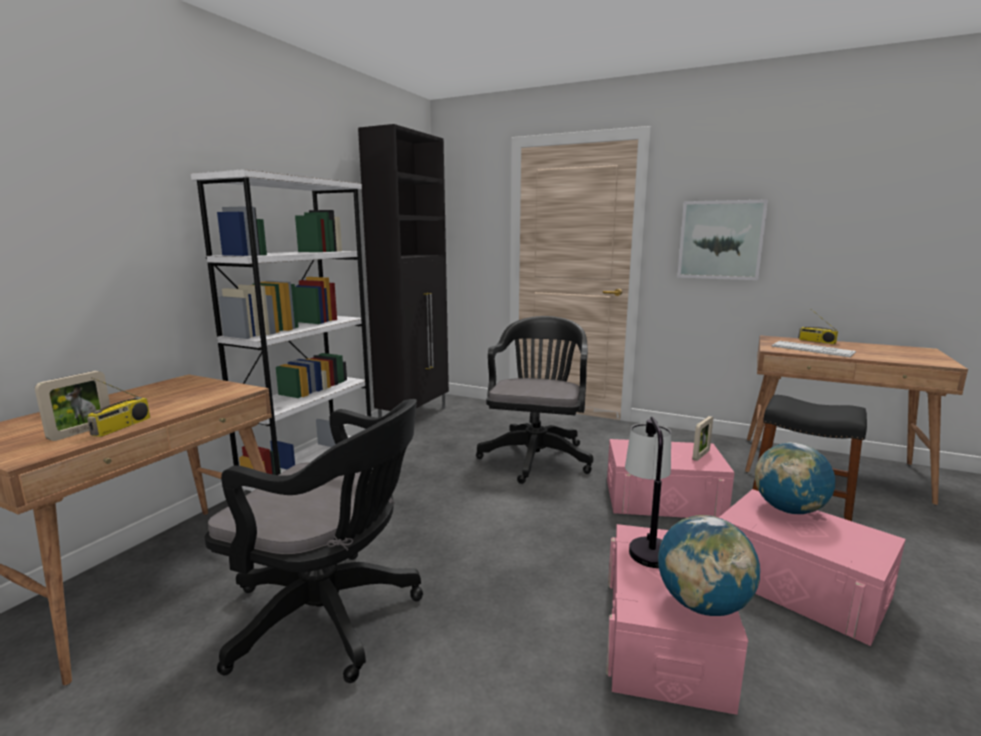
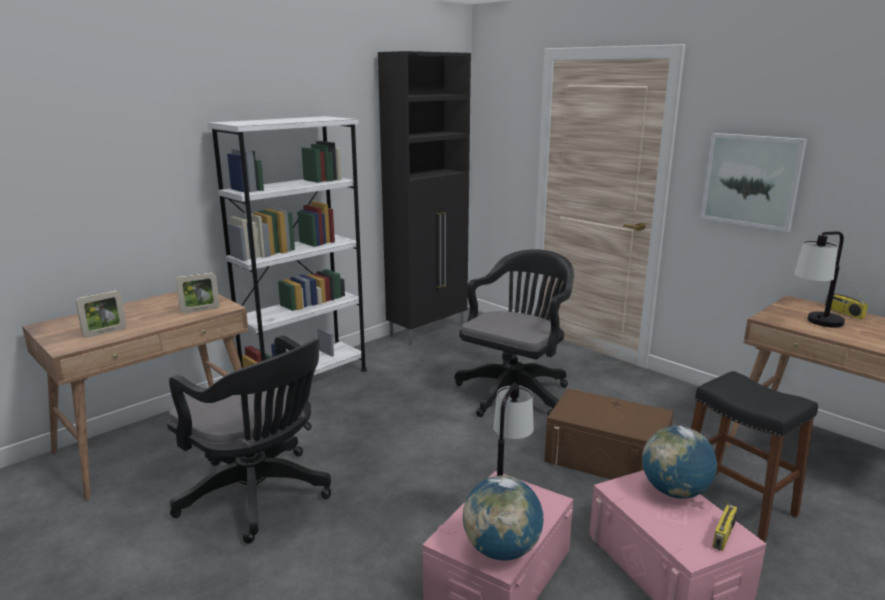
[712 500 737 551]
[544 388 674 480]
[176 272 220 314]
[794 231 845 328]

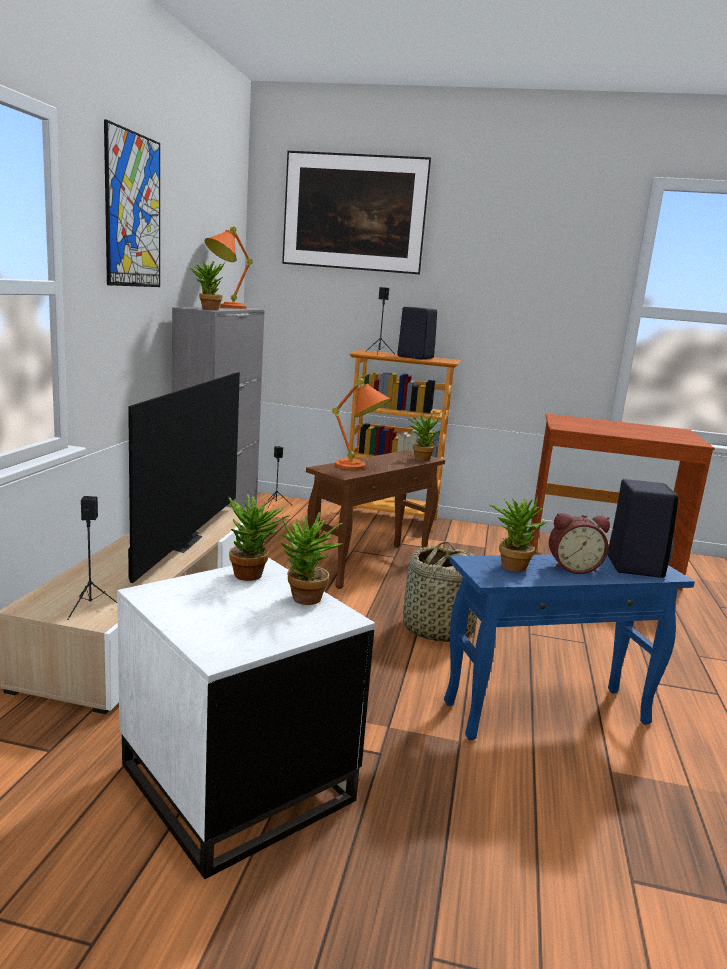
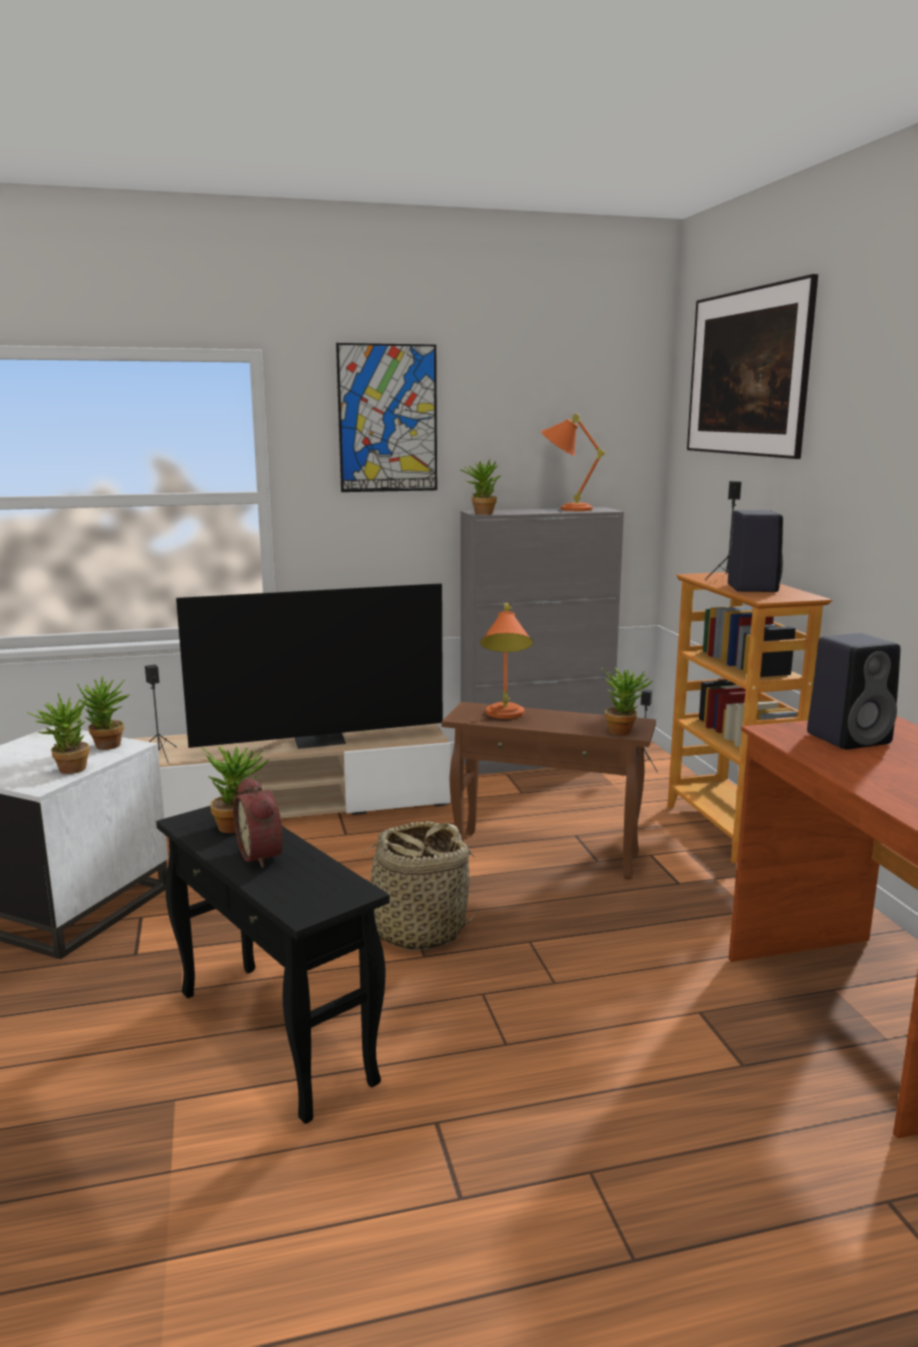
[156 806 390 1124]
[807 633 900 750]

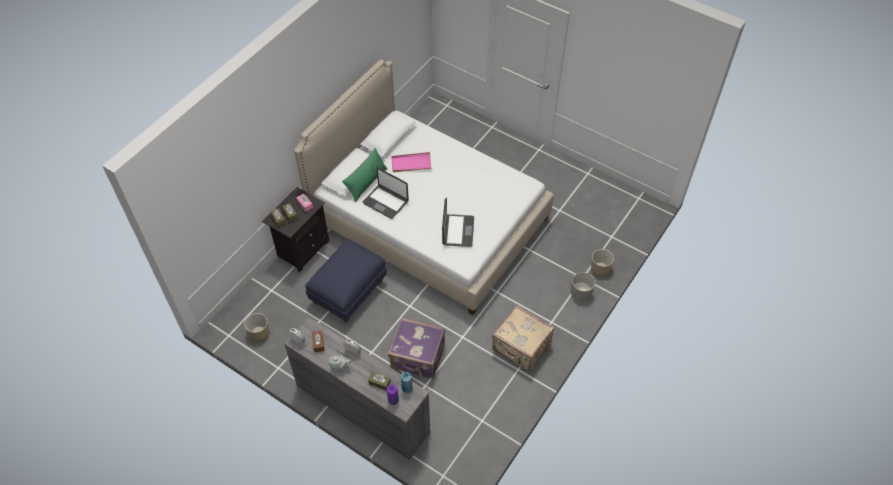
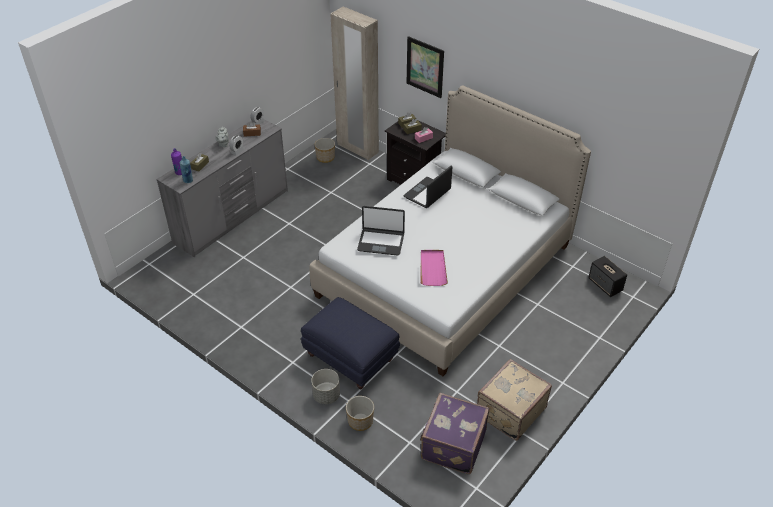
[301 297 400 389]
[342 148 388 203] (first image)
[420 393 490 474]
[420 250 448 286]
[477 359 552 441]
[330 6 379 160]
[407 36 444 98]
[588 256 627 297]

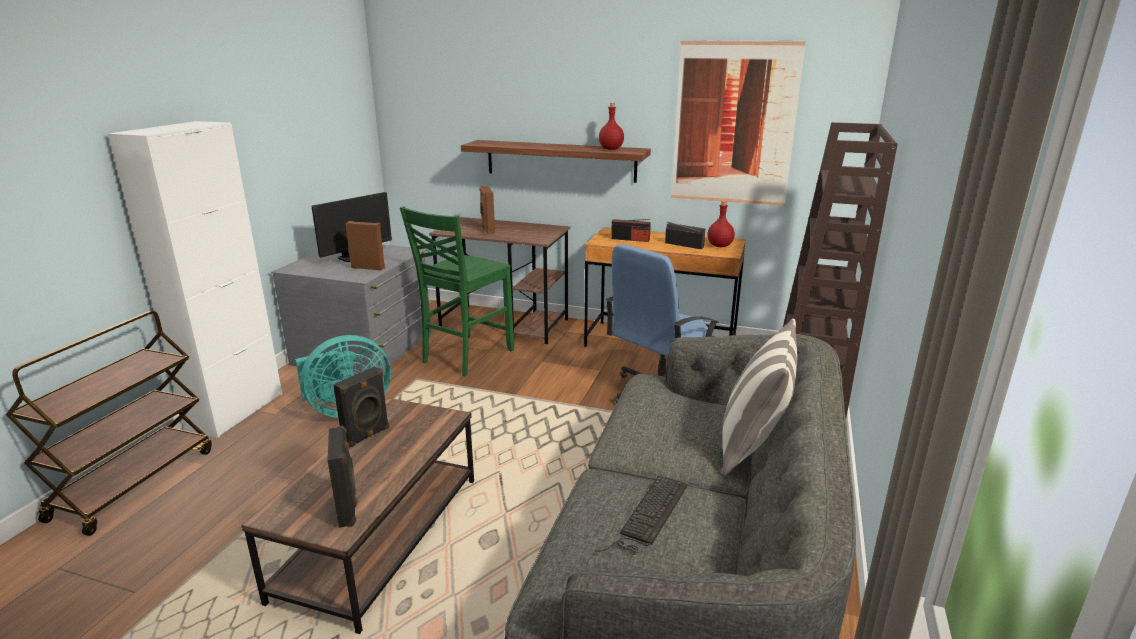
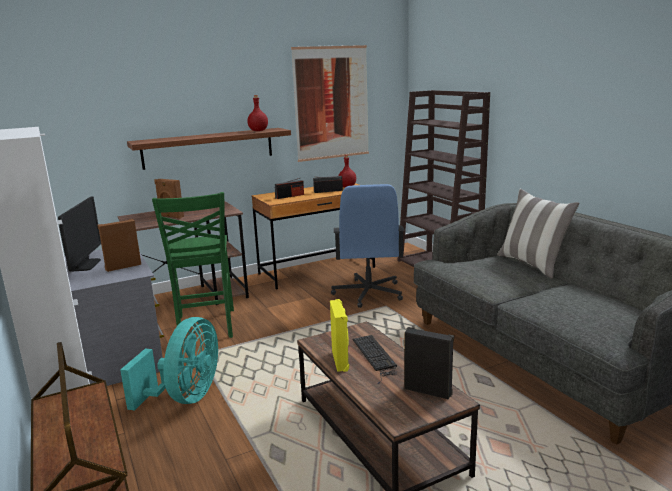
[330 299 349 372]
[353 335 397 384]

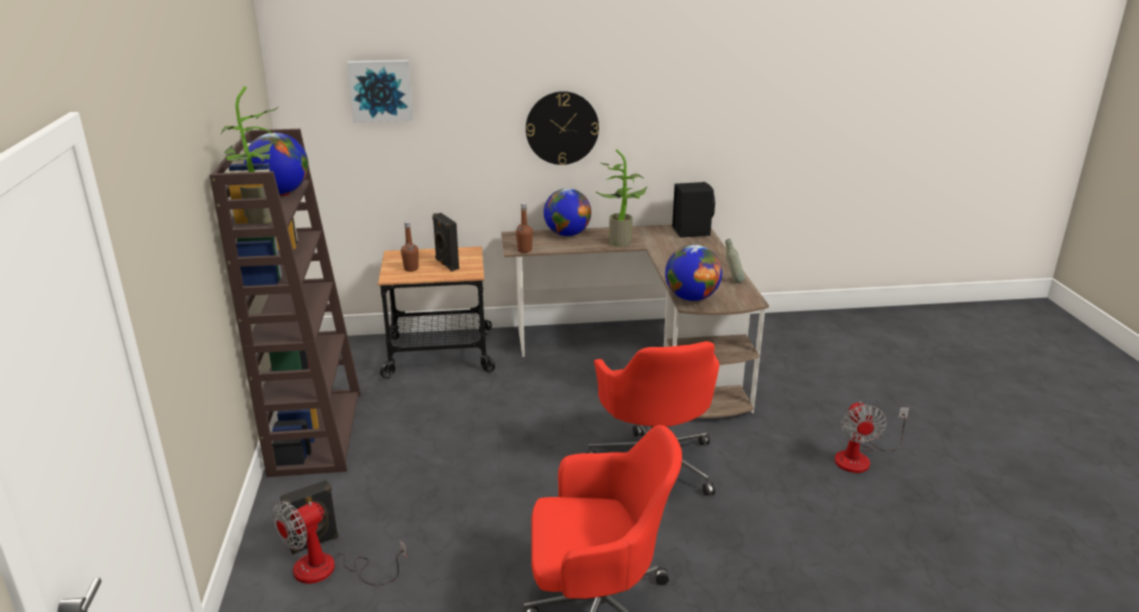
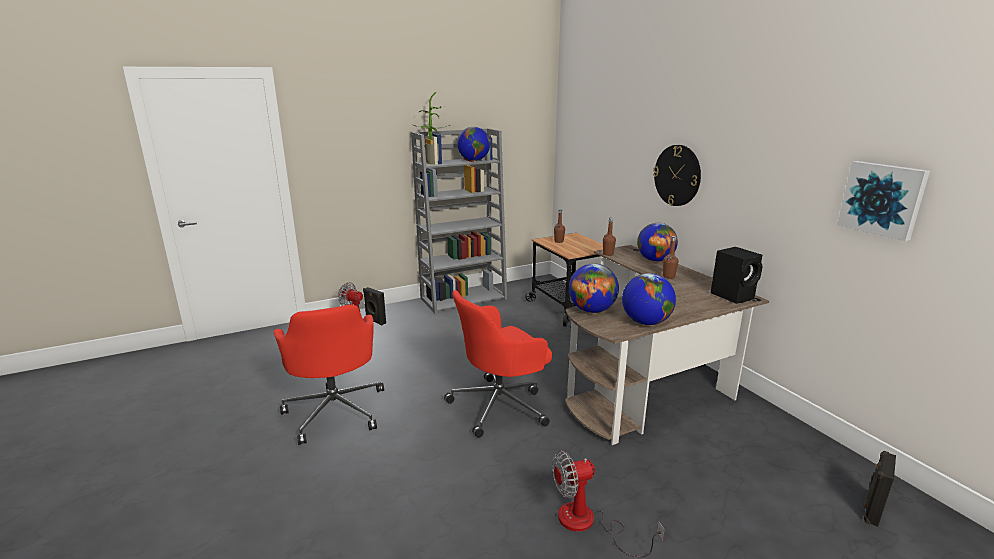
[411 128 507 314]
[837 161 930 241]
[864 451 896 527]
[663 236 678 279]
[622 273 676 325]

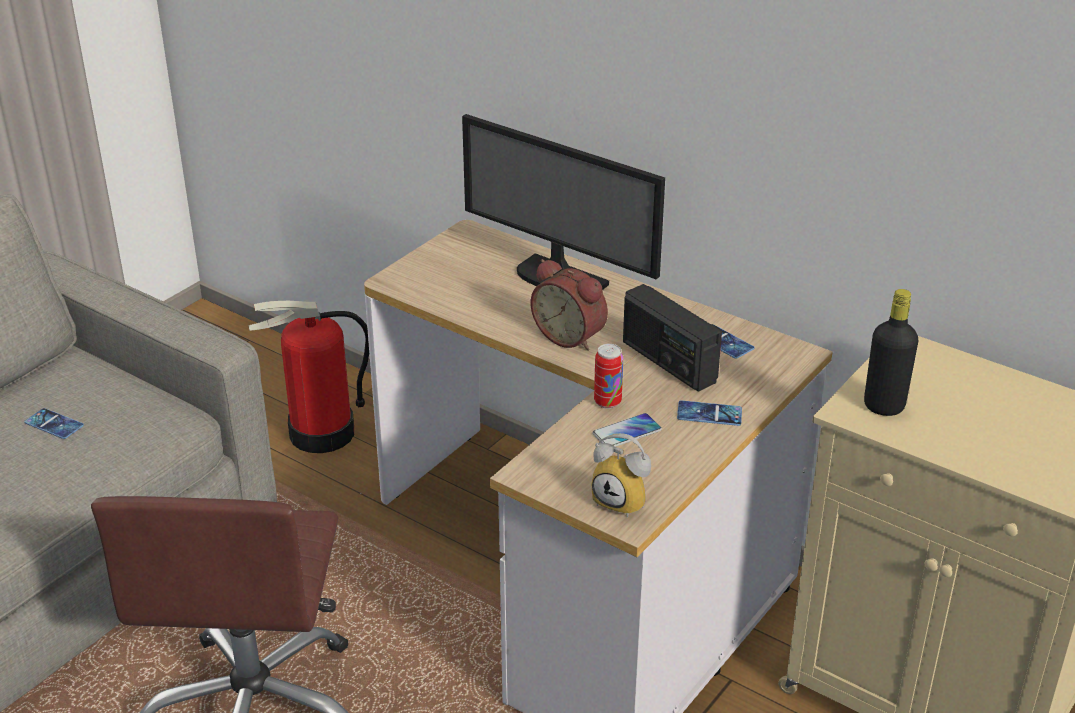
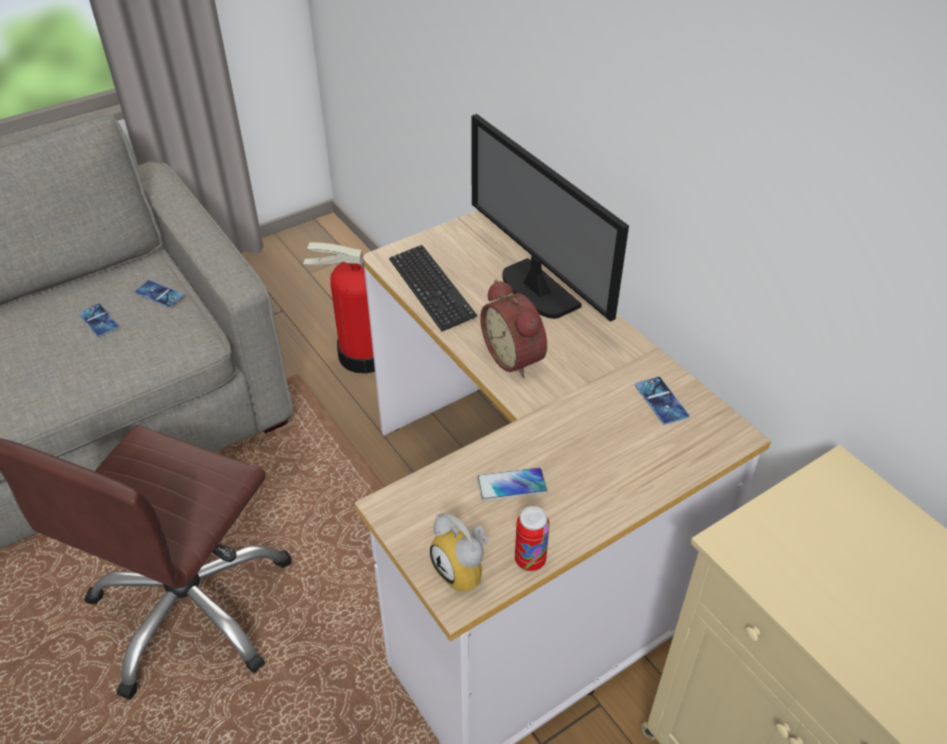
[515 506 550 571]
[623 284 722 392] (first image)
[134 280 183 307]
[864 289 918 416] (first image)
[389 245 477 331]

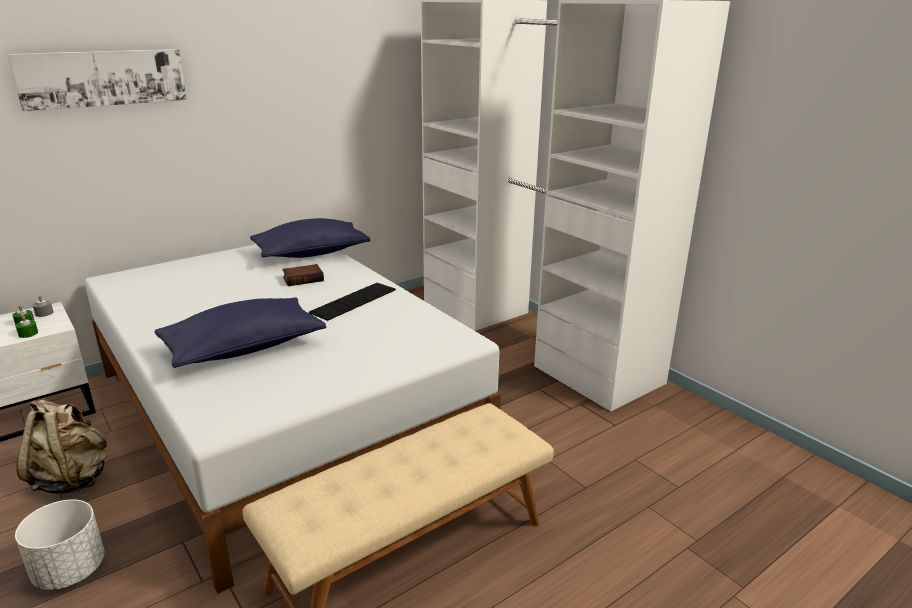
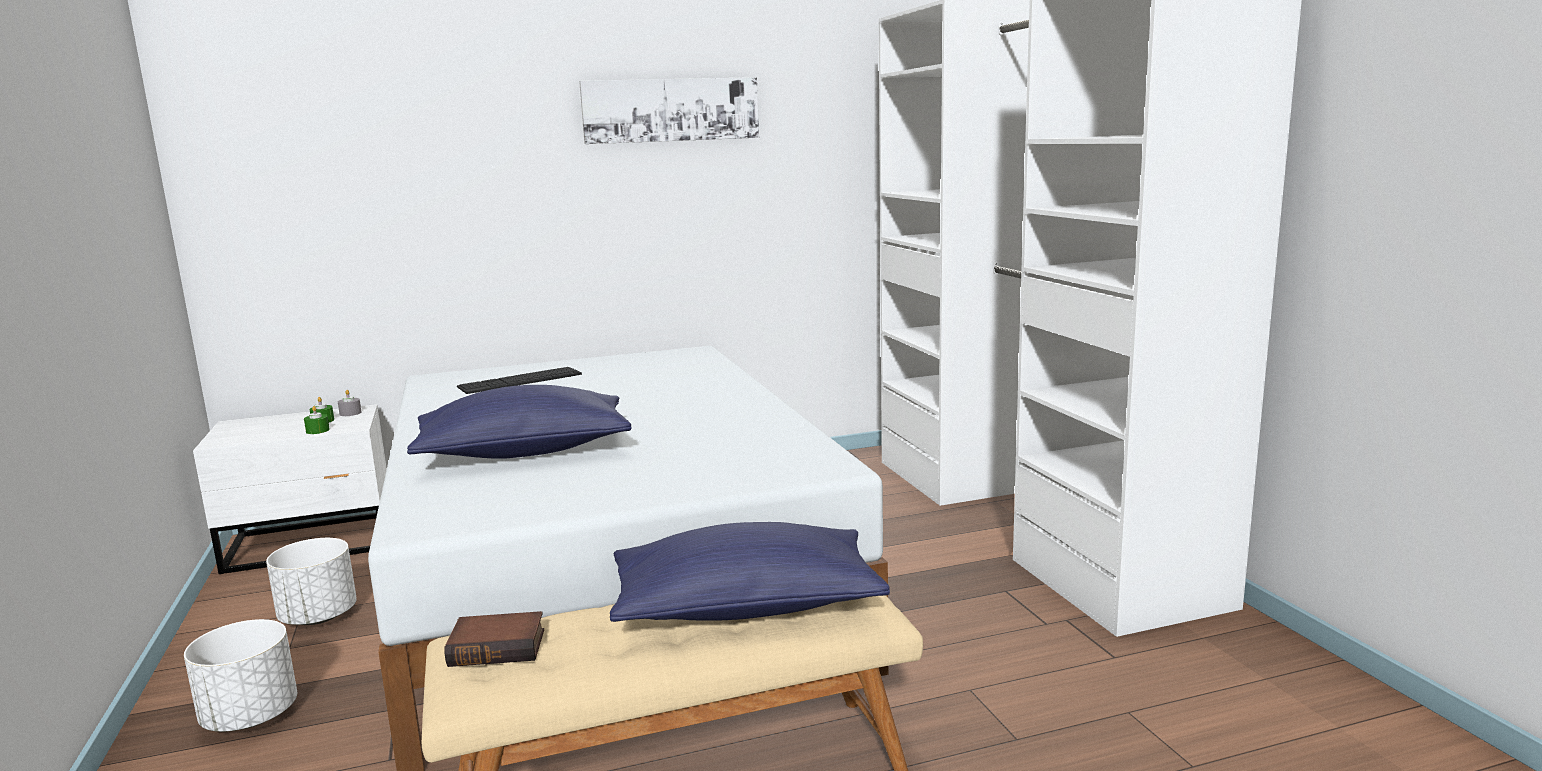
[579 77 759 144]
[266 538 357 625]
[610 522 890 622]
[445 611 544 667]
[457 367 582 394]

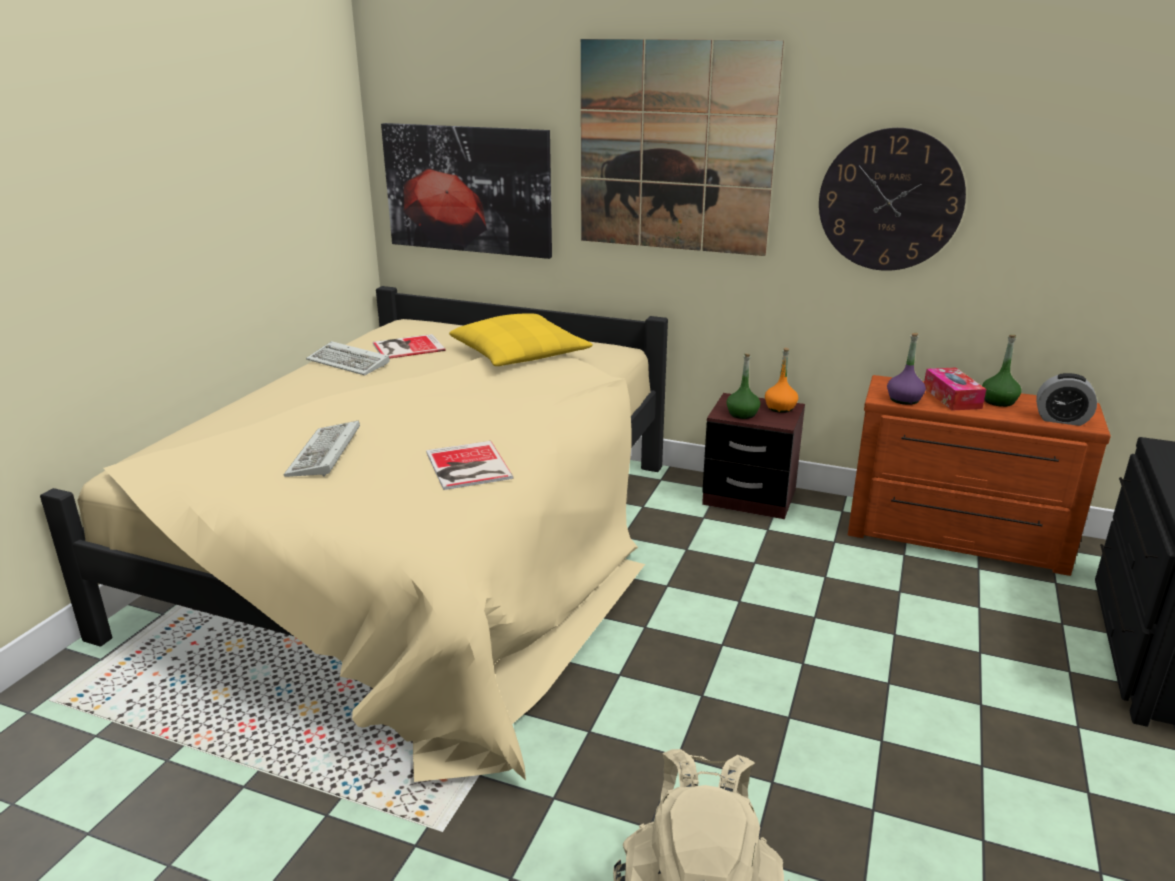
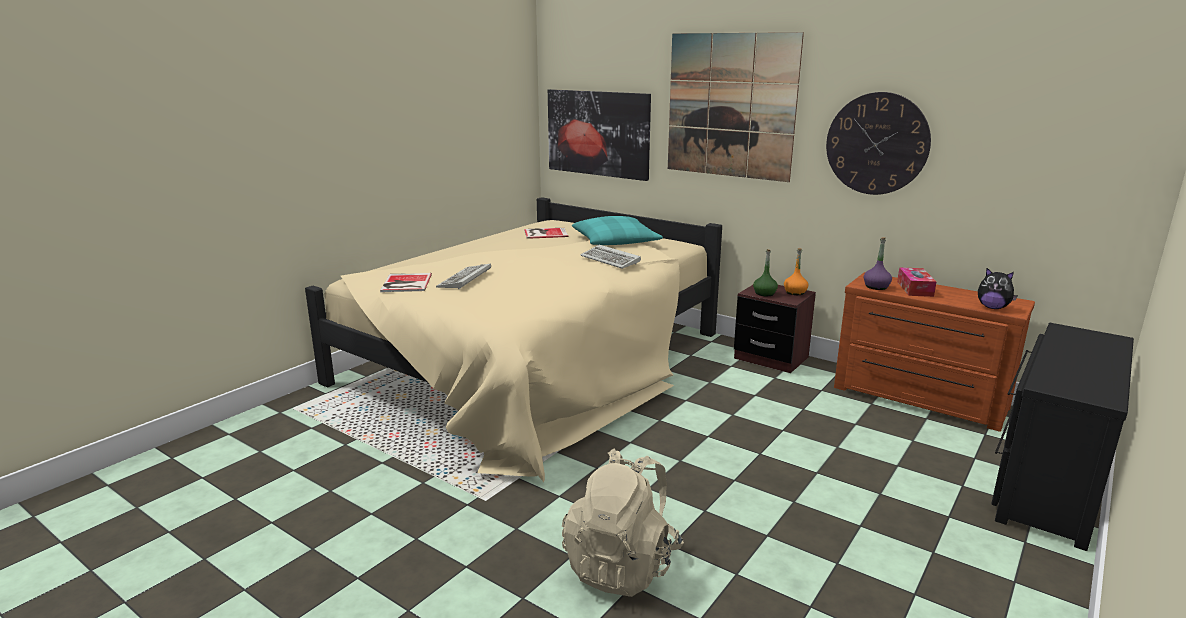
[581 245 641 269]
[380 273 432 292]
[572 216 663 245]
[982 335 1022 407] (first image)
[978 268 1018 309]

